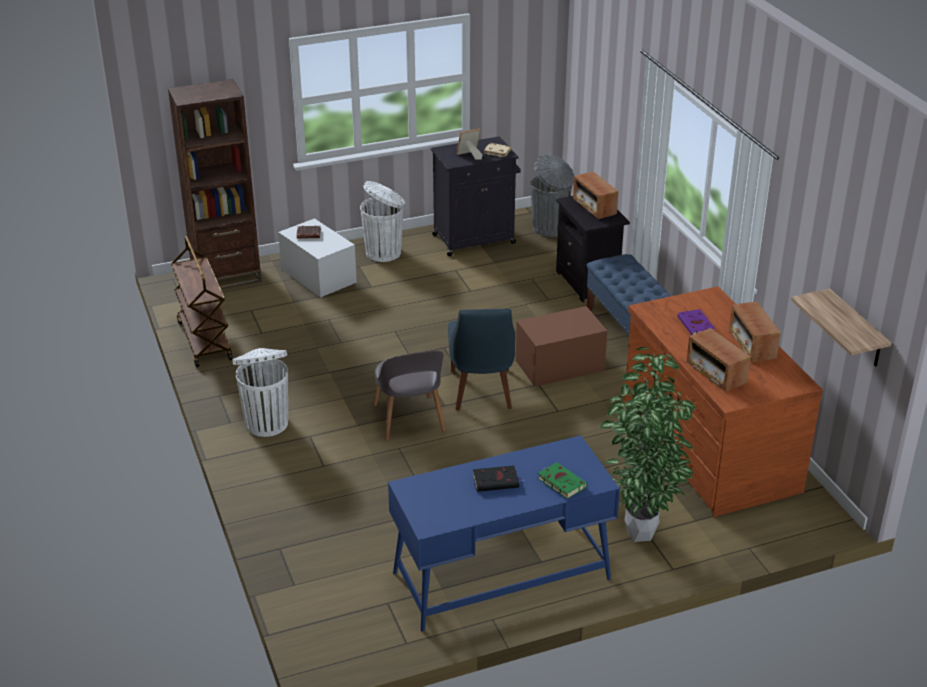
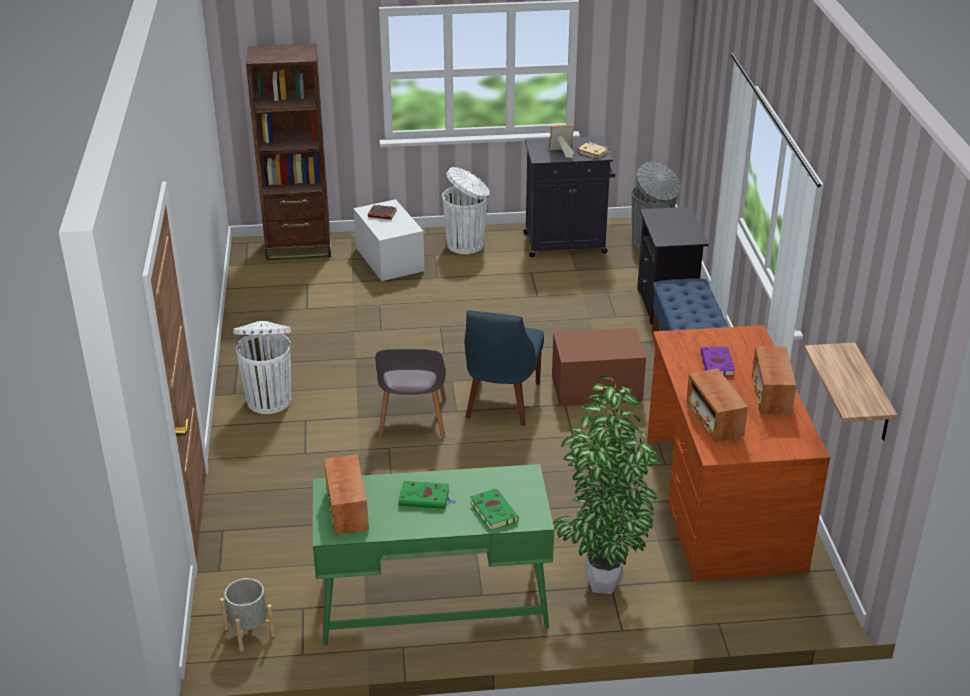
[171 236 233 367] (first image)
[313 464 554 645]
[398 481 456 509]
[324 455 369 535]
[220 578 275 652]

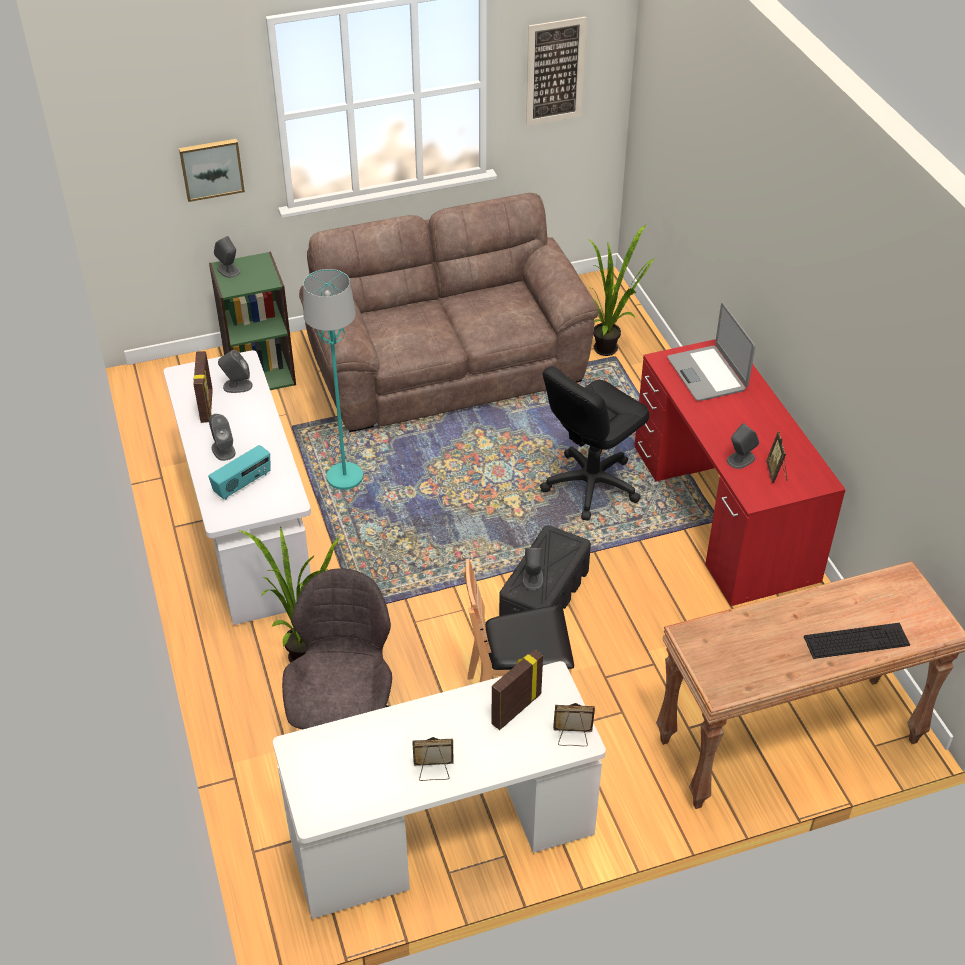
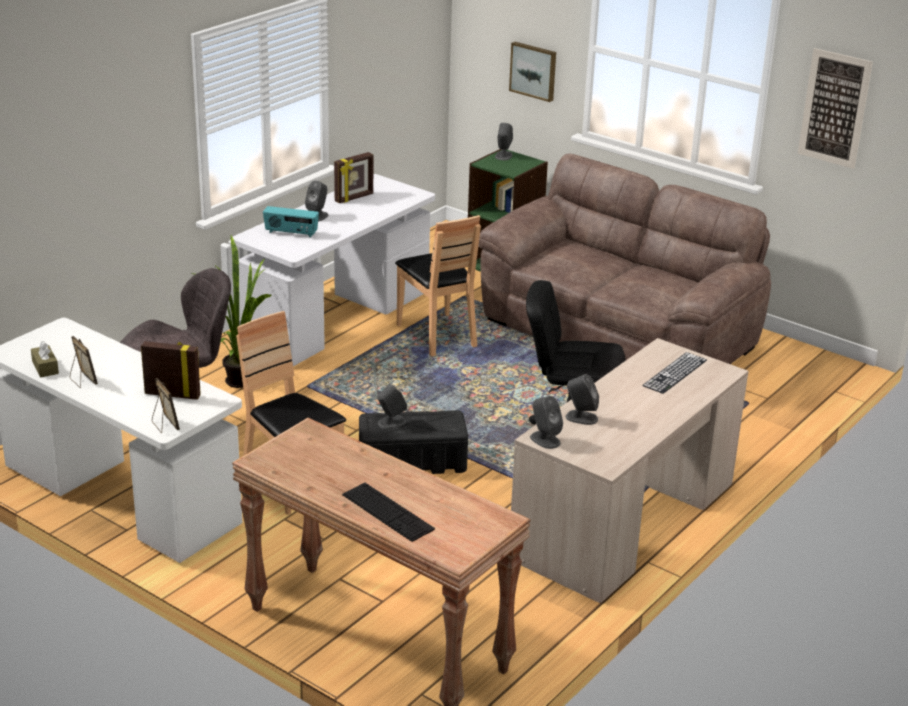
[530 396 563 449]
[395 215 481 356]
[587 224 654 356] (first image)
[511 338 749 604]
[642 352 707 394]
[766 431 787 483] (first image)
[31 341 59 378]

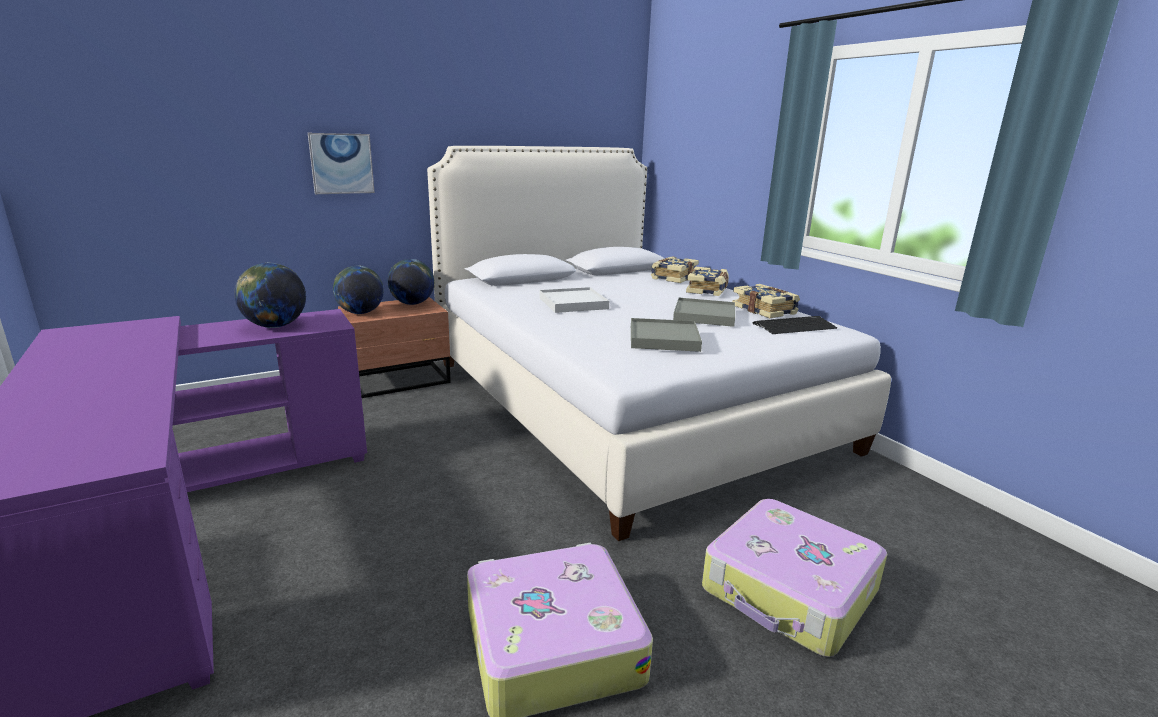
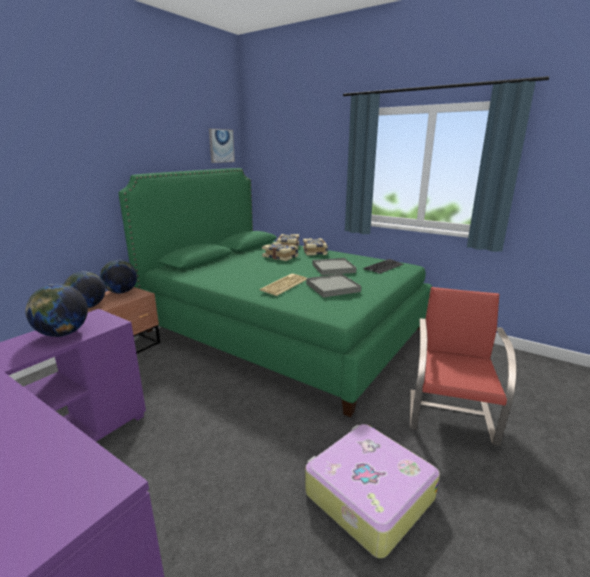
[209 129 235 163]
[118 168 432 417]
[539 287 609 313] (first image)
[410 287 516 446]
[262 242 299 261]
[260 273 306 296]

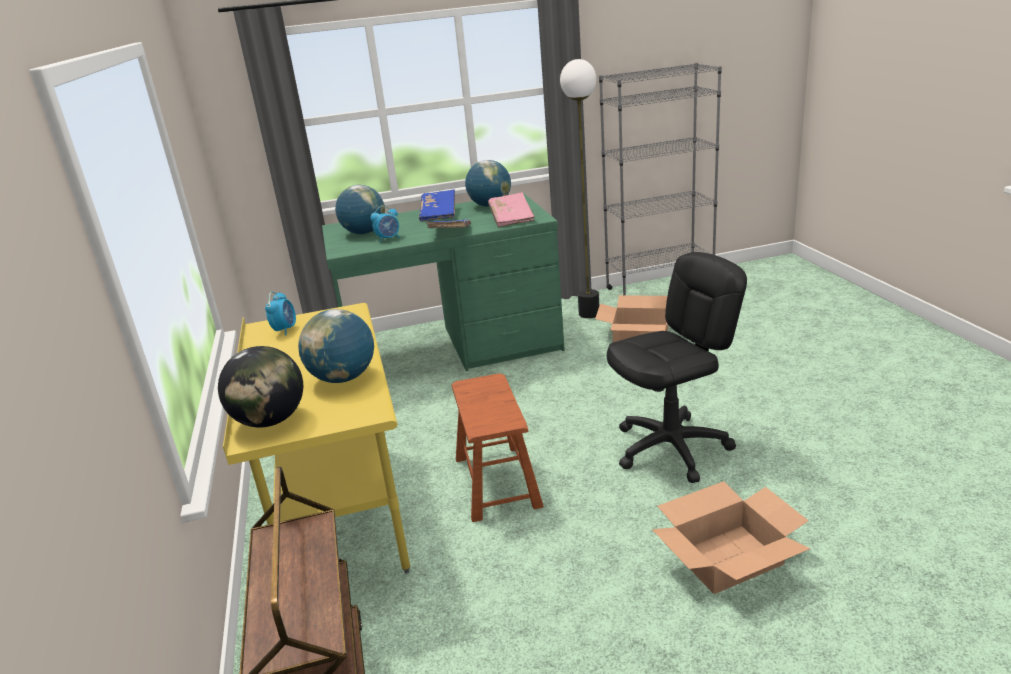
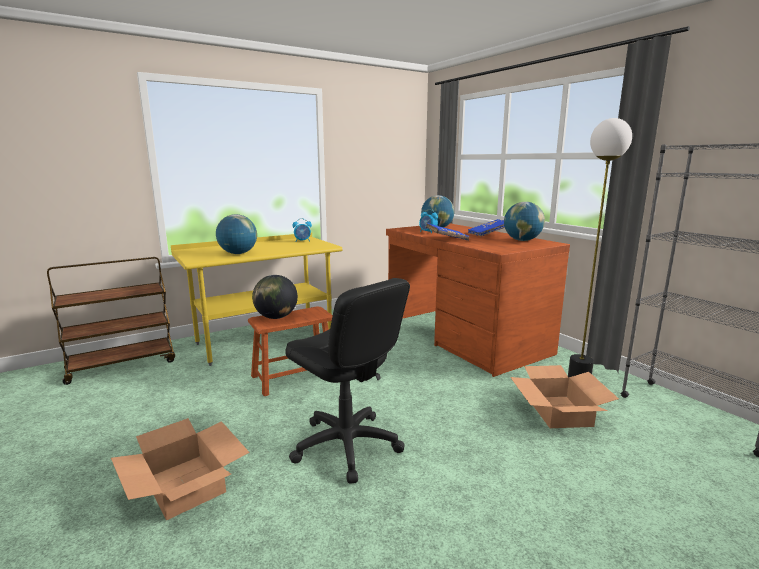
[252 275 298 319]
[386 224 570 377]
[488 192 535 227] (first image)

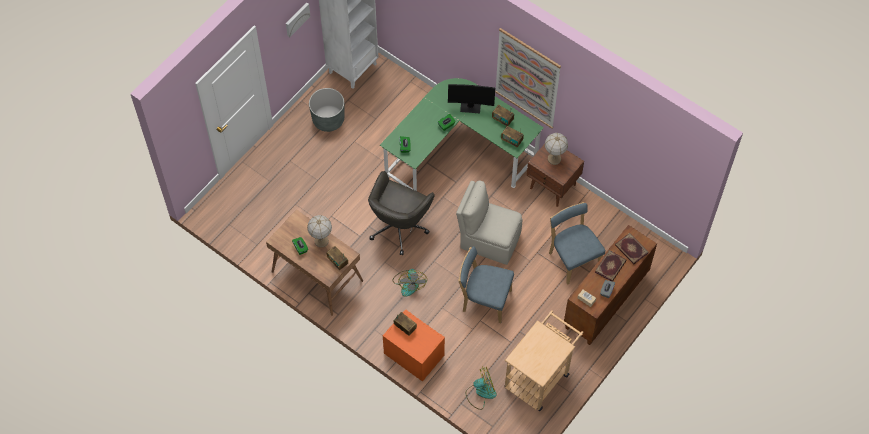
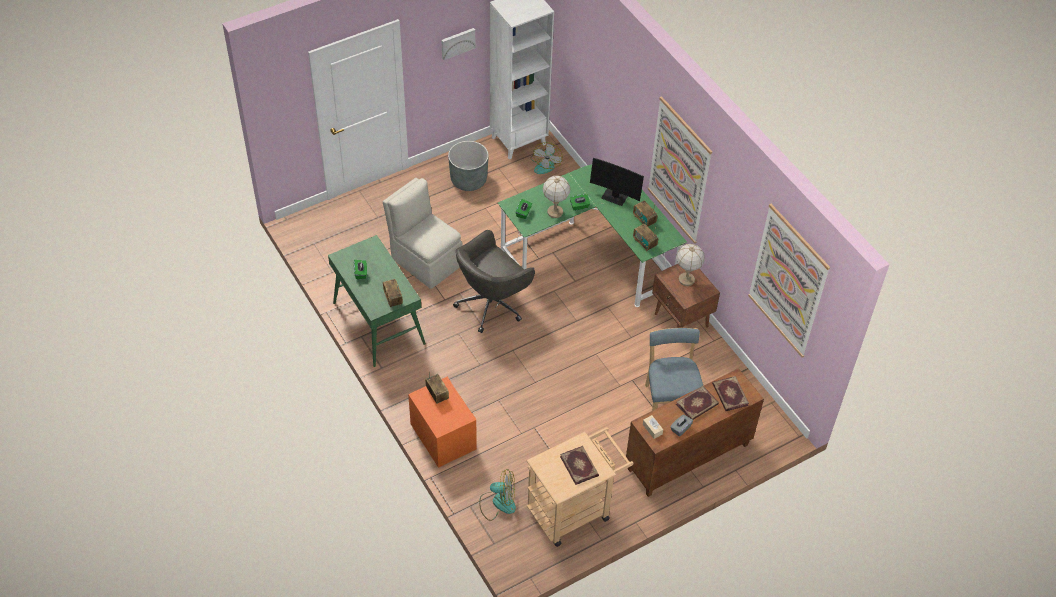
[328 235 426 367]
[543 176 571 218]
[530 142 563 174]
[383 178 463 289]
[458 246 514 323] (first image)
[560 446 599 485]
[748 204 830 358]

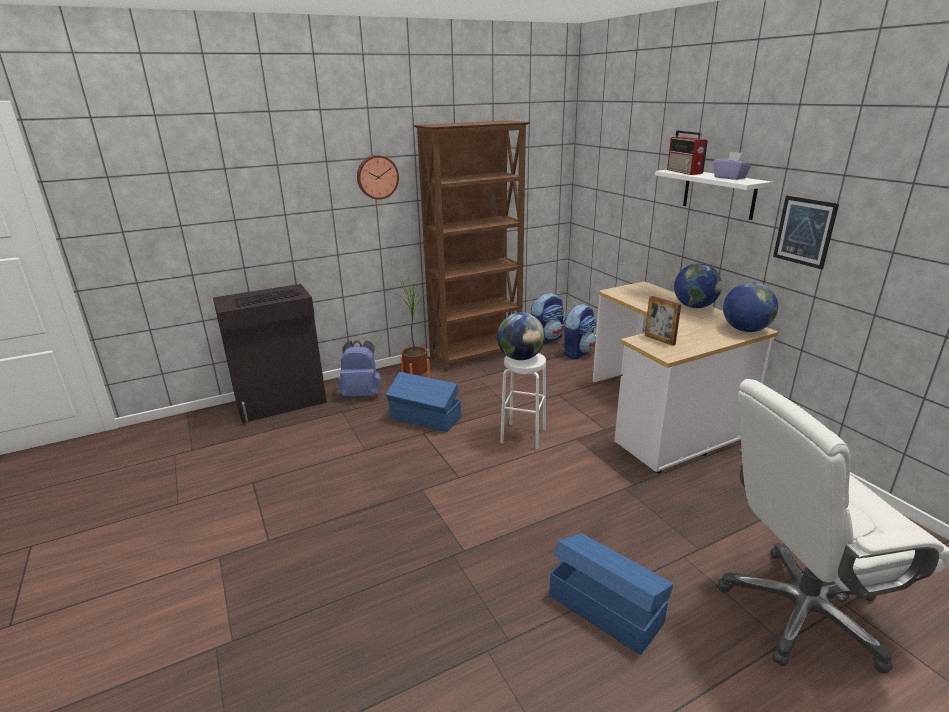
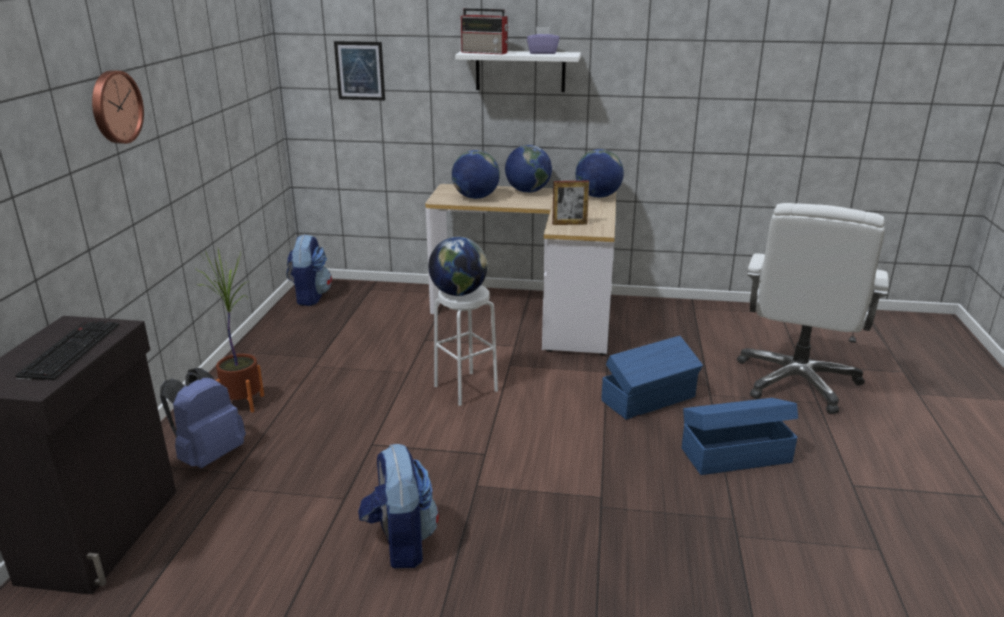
[601 336 703 420]
[413 120 531 372] (first image)
[358 444 439 568]
[334 41 385 100]
[452 150 500 199]

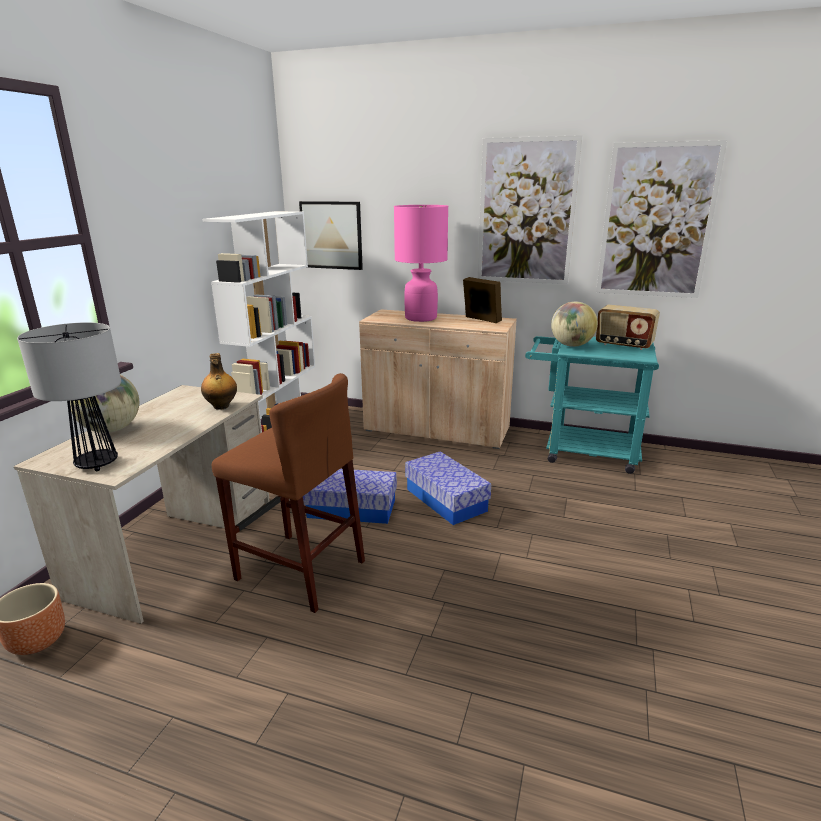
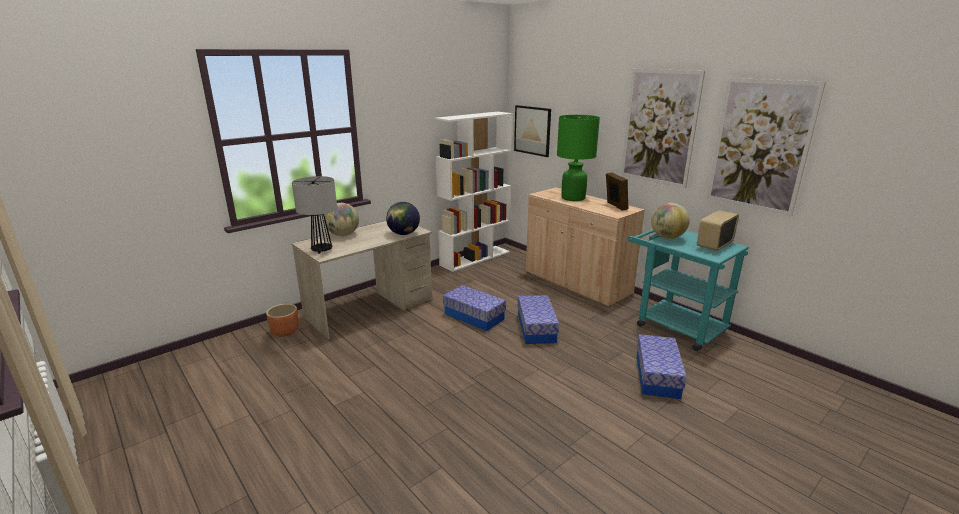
[386 202 420 235]
[212 373 365 613] (first image)
[557 115 600 201]
[697 210 739 251]
[637 334 687 399]

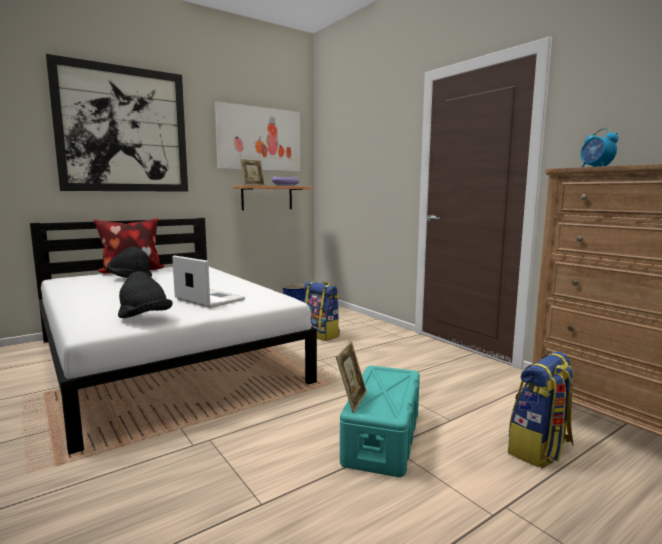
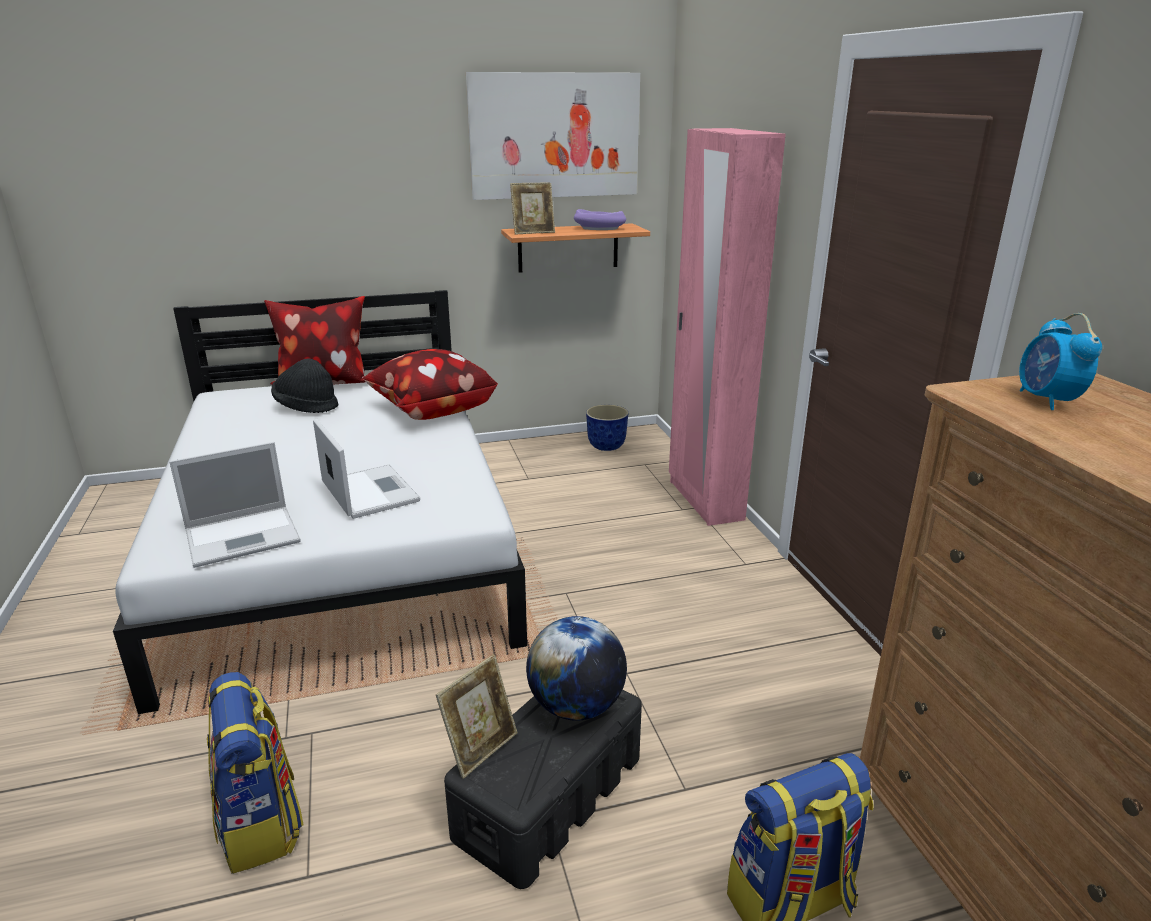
[46 54 188 192] (first image)
[169 442 301 568]
[207 672 304 874]
[444 690 642 889]
[363 349 498 420]
[526 616 627 721]
[669 128 786 526]

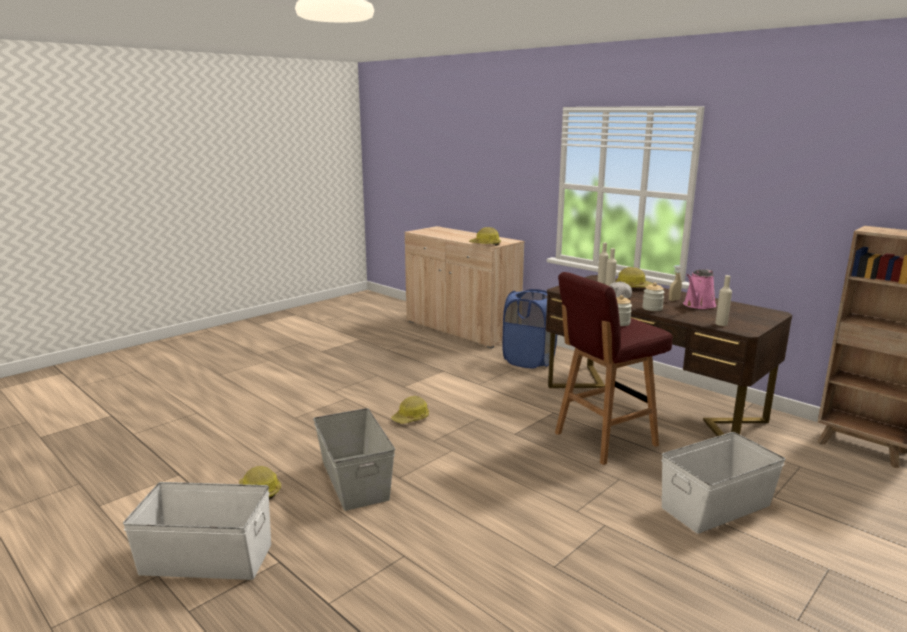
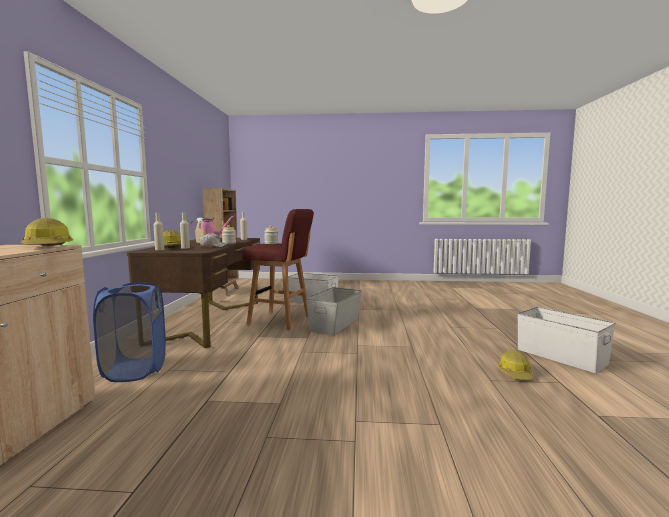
[306 287 362 335]
[391 396 429 424] (first image)

